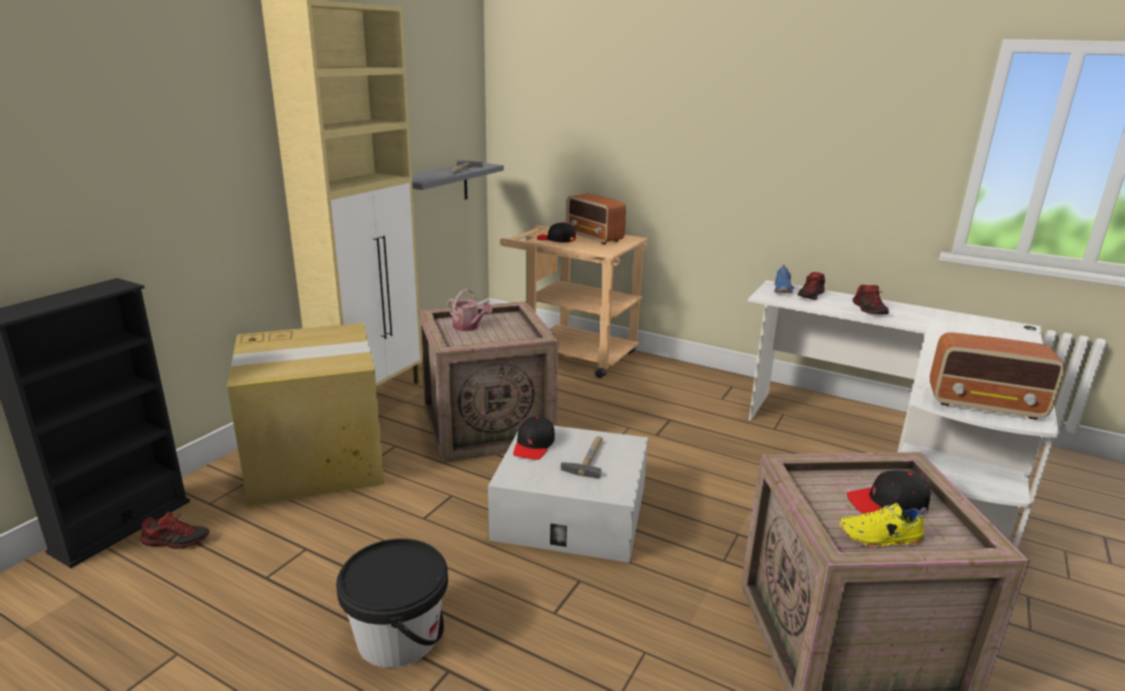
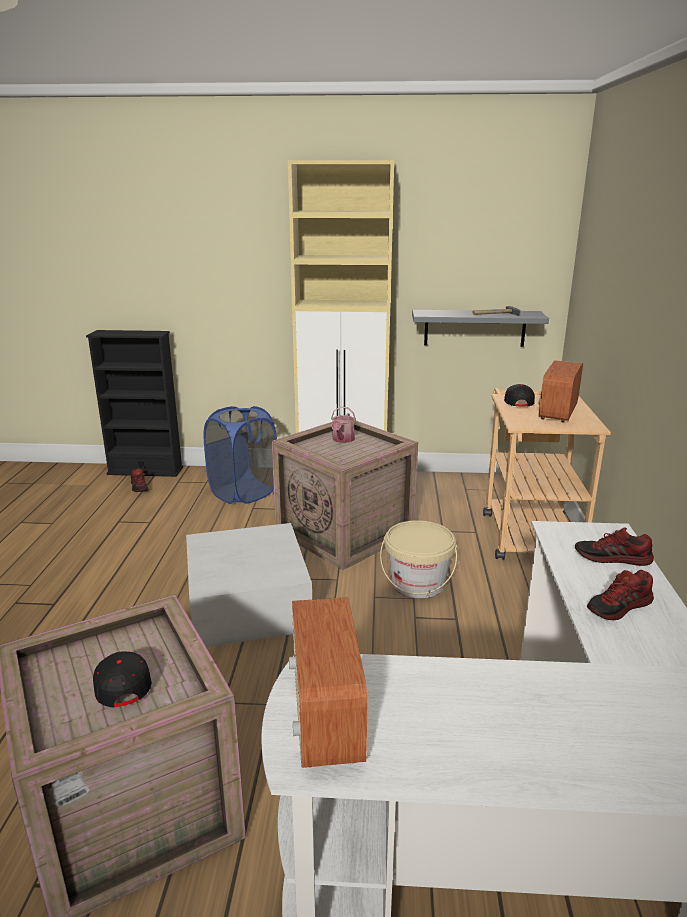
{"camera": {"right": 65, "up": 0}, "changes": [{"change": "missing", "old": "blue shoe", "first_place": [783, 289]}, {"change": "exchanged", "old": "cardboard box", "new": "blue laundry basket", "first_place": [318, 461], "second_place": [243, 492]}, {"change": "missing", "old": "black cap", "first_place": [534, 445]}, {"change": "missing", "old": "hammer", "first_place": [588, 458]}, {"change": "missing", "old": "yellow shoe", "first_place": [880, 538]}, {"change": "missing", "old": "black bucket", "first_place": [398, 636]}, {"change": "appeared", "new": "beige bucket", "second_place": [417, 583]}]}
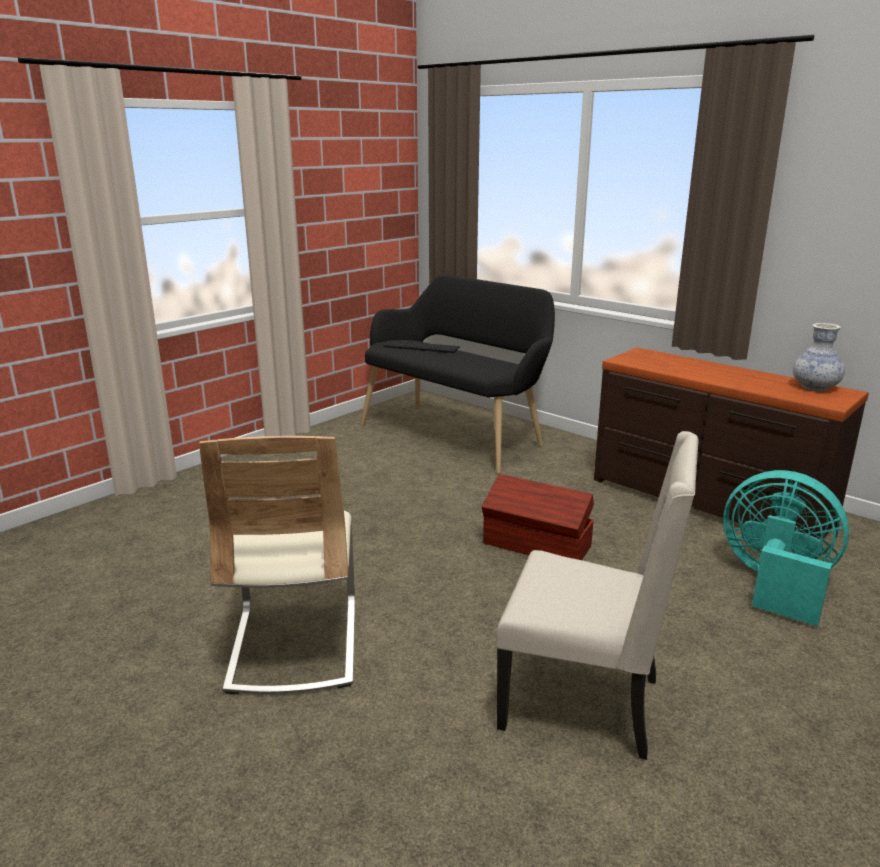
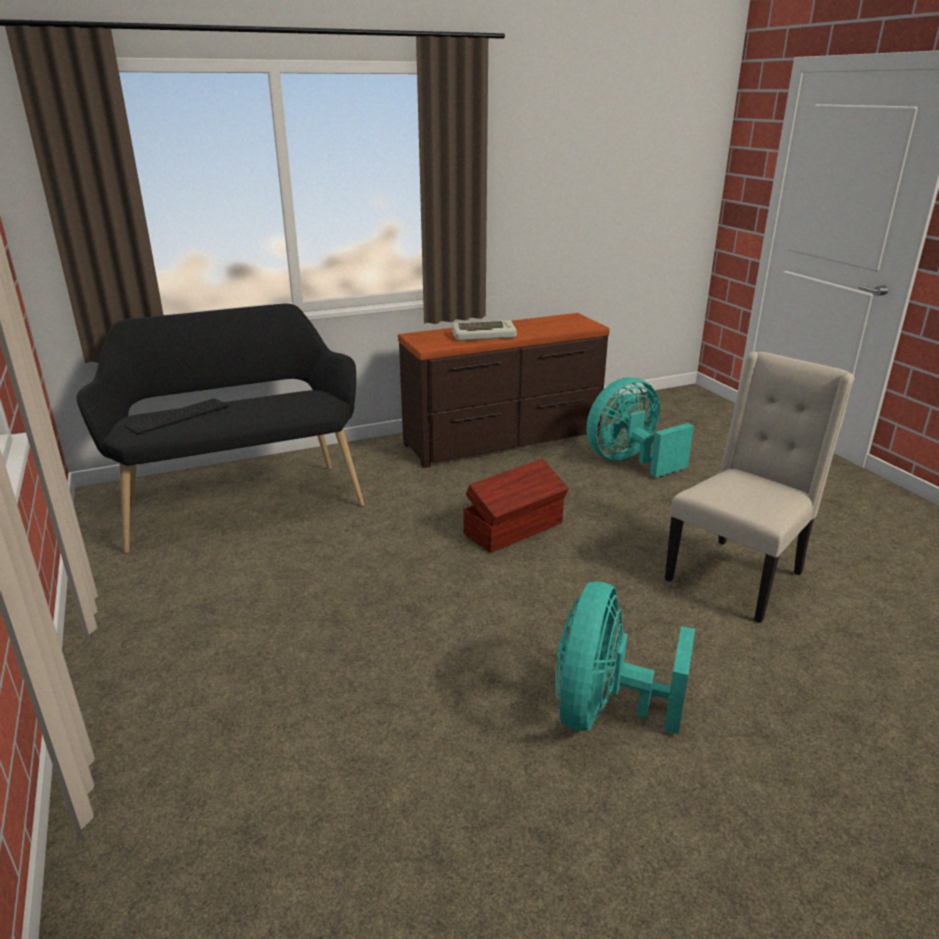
{"camera": {"right": -65, "up": 5}, "changes": [{"change": "missing", "old": "vase", "first_place": [815, 387]}, {"change": "exchanged", "old": "beige chair", "new": "turquoise fan", "first_place": [294, 645], "second_place": [604, 710]}, {"change": "appeared", "new": "keyboard", "second_place": [484, 336]}]}
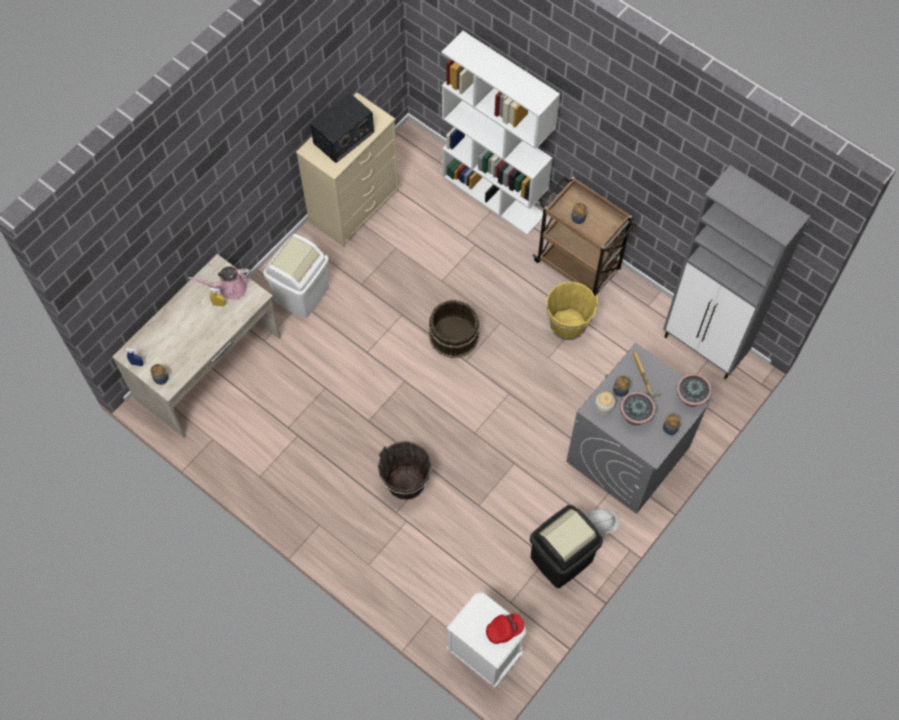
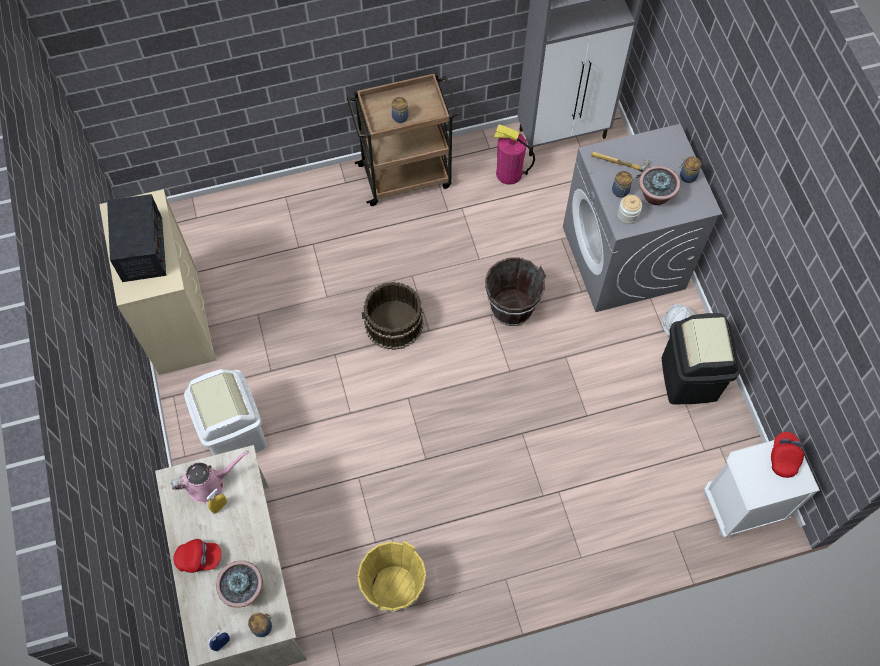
{"camera": {"right": -55, "up": 0}, "changes": [{"change": "missing", "old": "white bookcase", "first_place": [494, 195]}, {"change": "spun", "old": "pink watering can", "first_place": [230, 288], "second_place": [209, 483], "degrees": -135}, {"change": "relocated", "old": "yellow bucket", "first_place": [567, 325], "second_place": [394, 589]}, {"change": "relocated", "old": "potted plant", "first_place": [690, 398], "second_place": [243, 589]}, {"change": "relocated", "old": "brown bucket", "first_place": [406, 483], "second_place": [511, 308]}, {"change": "appeared", "new": "fire extinguisher", "second_place": [509, 173]}, {"change": "appeared", "new": "red cap", "second_place": [199, 558]}]}
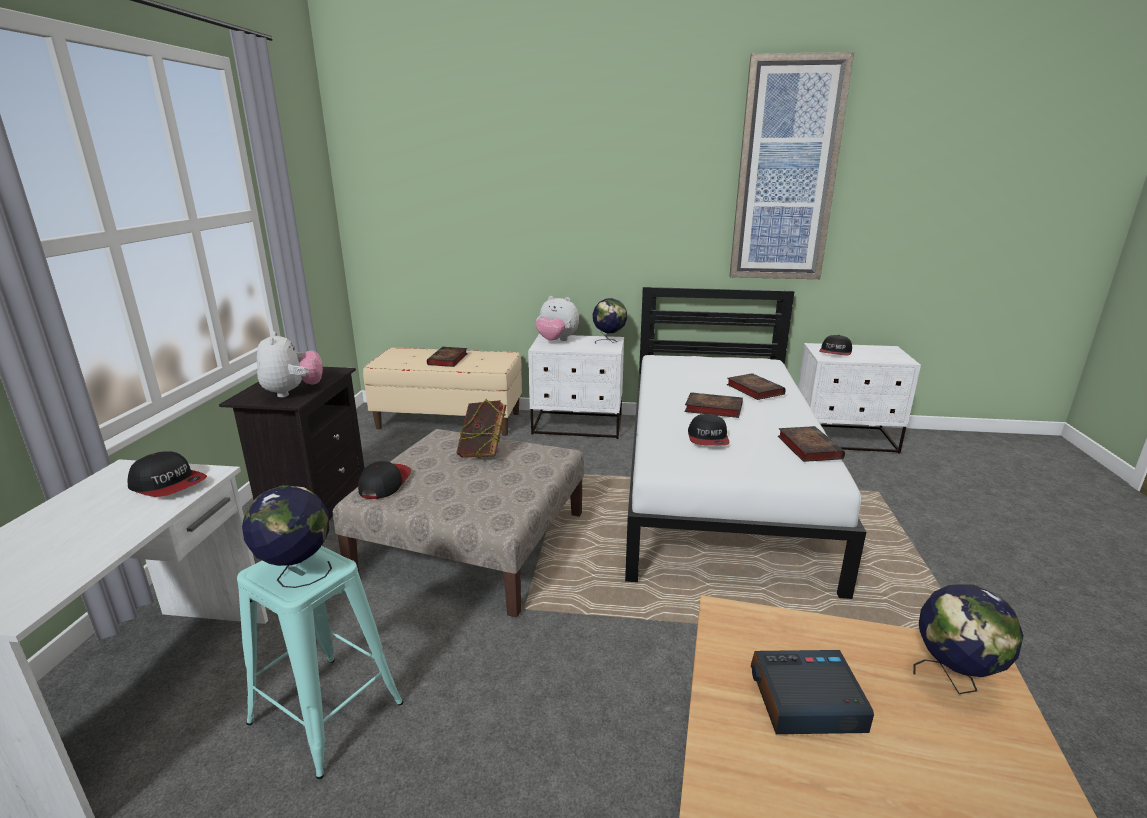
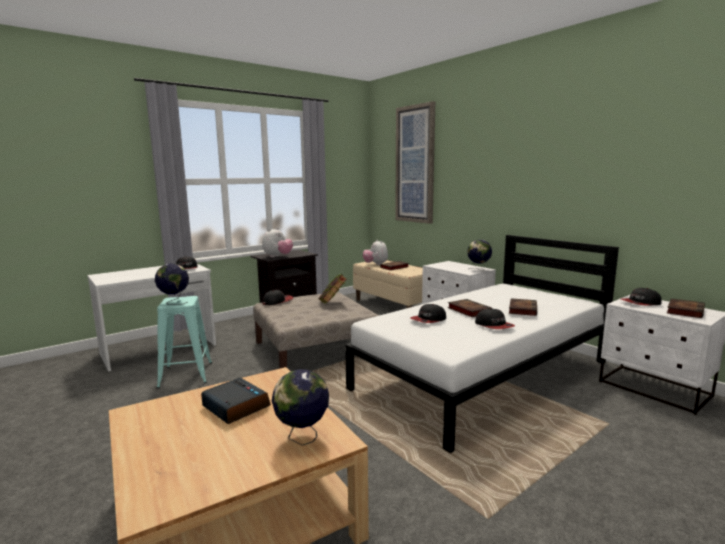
{"camera": {"right": 45, "up": -10}, "changes": [{"change": "relocated", "old": "picture", "first_place": [786, 172], "second_place": [415, 164]}, {"change": "relocated", "old": "plush toy", "first_place": [556, 341], "second_place": [375, 264]}, {"change": "relocated", "old": "book", "first_place": [807, 447], "second_place": [684, 311]}, {"change": "appeared", "new": "cap", "second_place": [494, 325]}]}
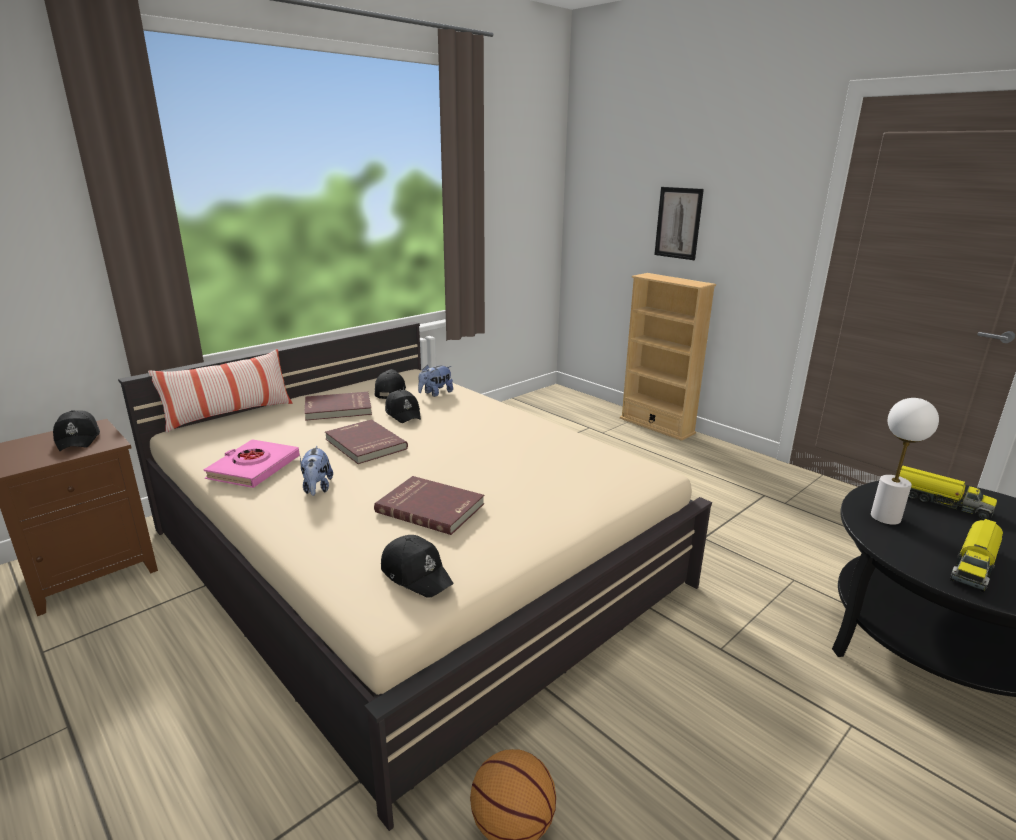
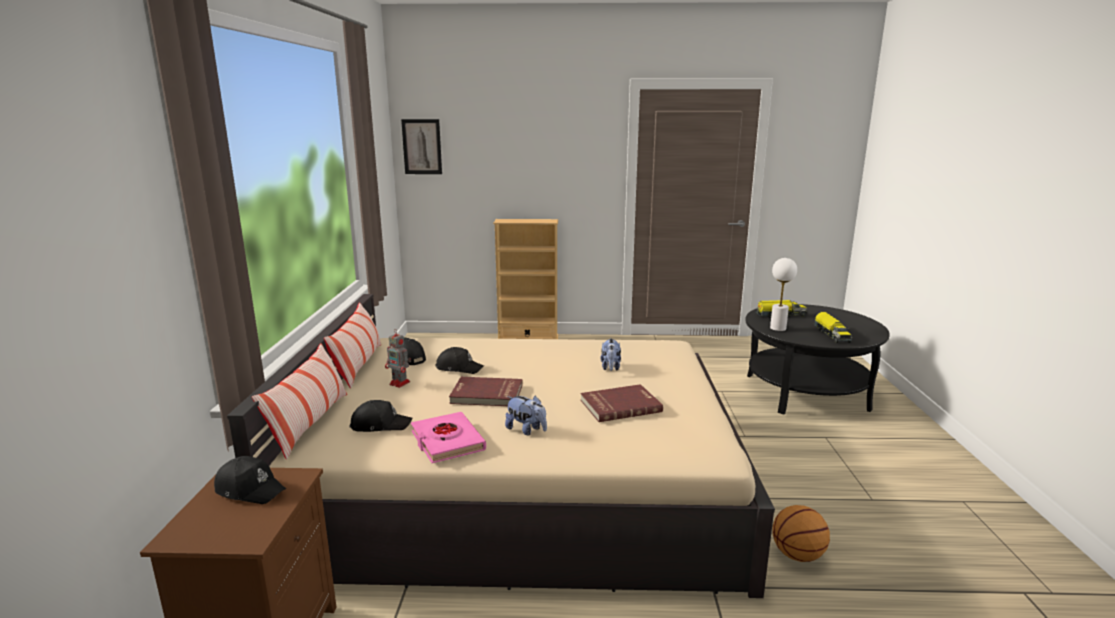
{"camera": {"right": -45, "up": -5}, "changes": [{"change": "relocated", "old": "picture", "first_place": [678, 223], "second_place": [422, 146]}, {"change": "relocated", "old": "plush toy", "first_place": [435, 393], "second_place": [610, 367]}, {"change": "exchanged", "old": "red book", "new": "toy robot", "first_place": [338, 409], "second_place": [400, 383]}, {"change": "relocated", "old": "black cap", "first_place": [416, 574], "second_place": [380, 425]}, {"change": "appeared", "new": "pillow", "second_place": [358, 365]}]}
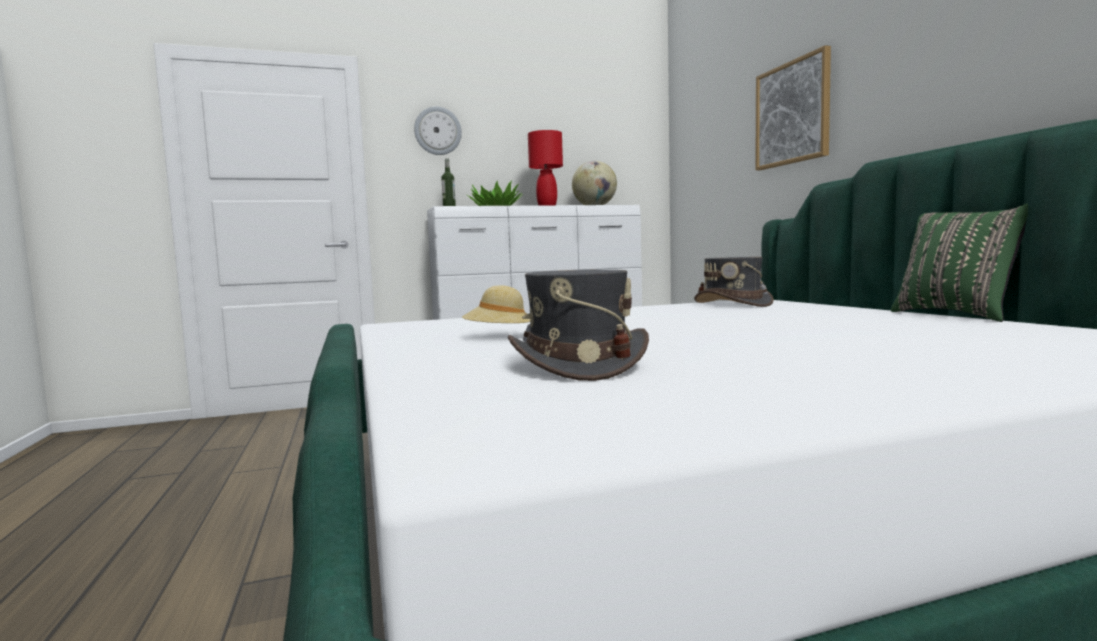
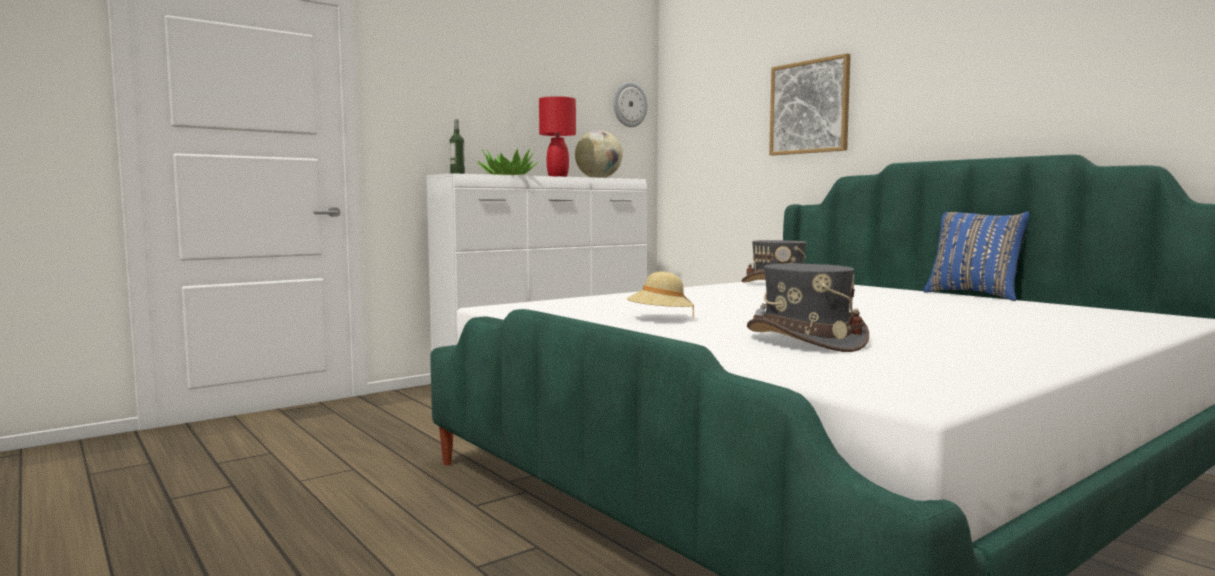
{"camera": {"right": -20, "up": 0}, "changes": [{"change": "relocated", "old": "wall clock", "first_place": [437, 131], "second_place": [629, 104]}, {"change": "colour", "old": "green pillow", "new": "blue pillow", "first_place": [956, 315], "second_place": [975, 295]}]}
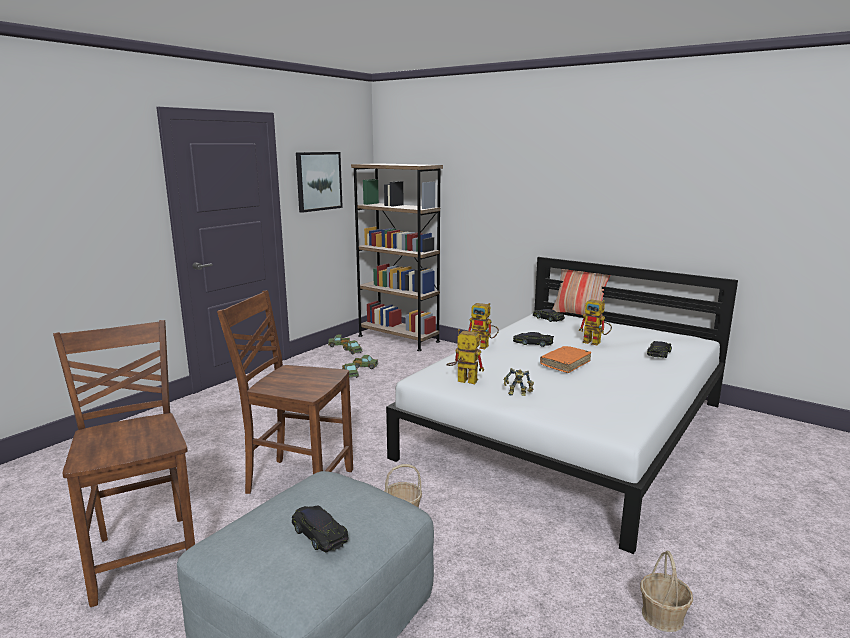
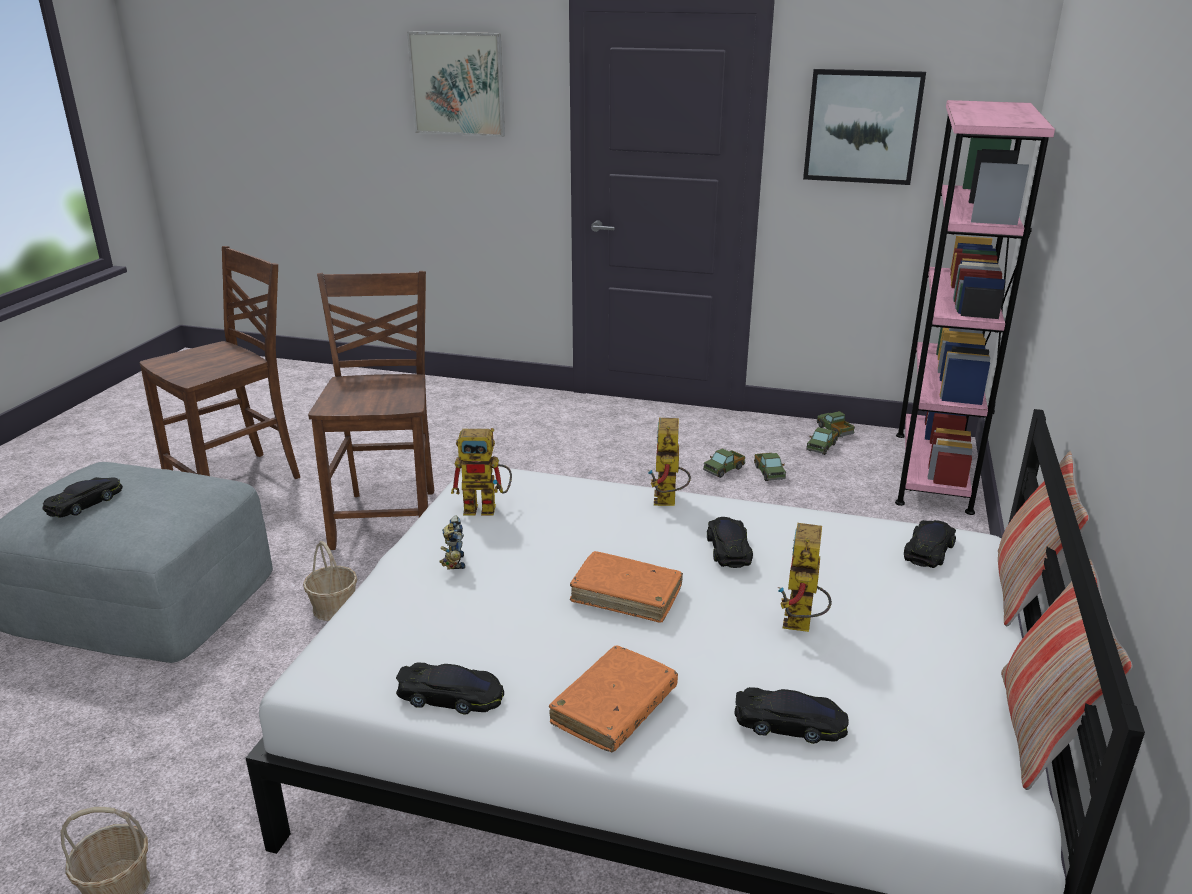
{"camera": {"right": 70, "up": 10}, "changes": [{"change": "colour", "old": "brown bookcase", "new": "pink bookcase", "first_place": [398, 338], "second_place": [932, 471]}, {"change": "spun", "old": "toy robot", "first_place": [462, 381], "second_place": [487, 508], "degrees": 90}, {"change": "appeared", "new": "picture", "second_place": [457, 84]}, {"change": "appeared", "new": "pillow", "second_place": [1039, 732]}, {"change": "appeared", "new": "orange book", "second_place": [614, 708]}, {"change": "appeared", "new": "black toy car", "second_place": [451, 696]}]}
